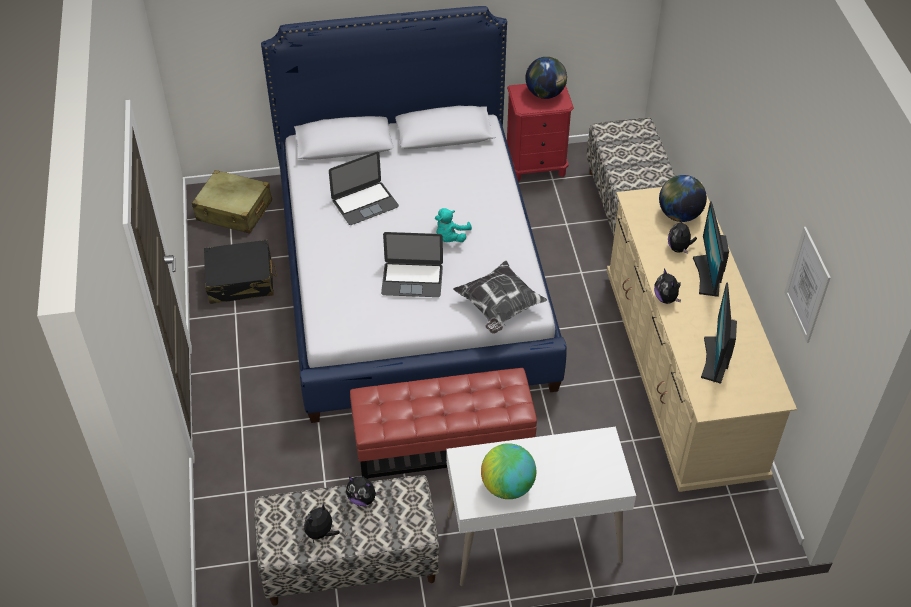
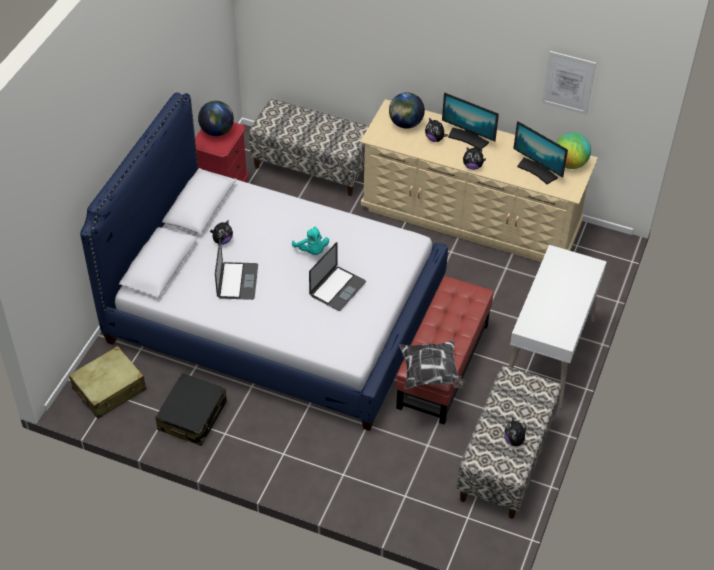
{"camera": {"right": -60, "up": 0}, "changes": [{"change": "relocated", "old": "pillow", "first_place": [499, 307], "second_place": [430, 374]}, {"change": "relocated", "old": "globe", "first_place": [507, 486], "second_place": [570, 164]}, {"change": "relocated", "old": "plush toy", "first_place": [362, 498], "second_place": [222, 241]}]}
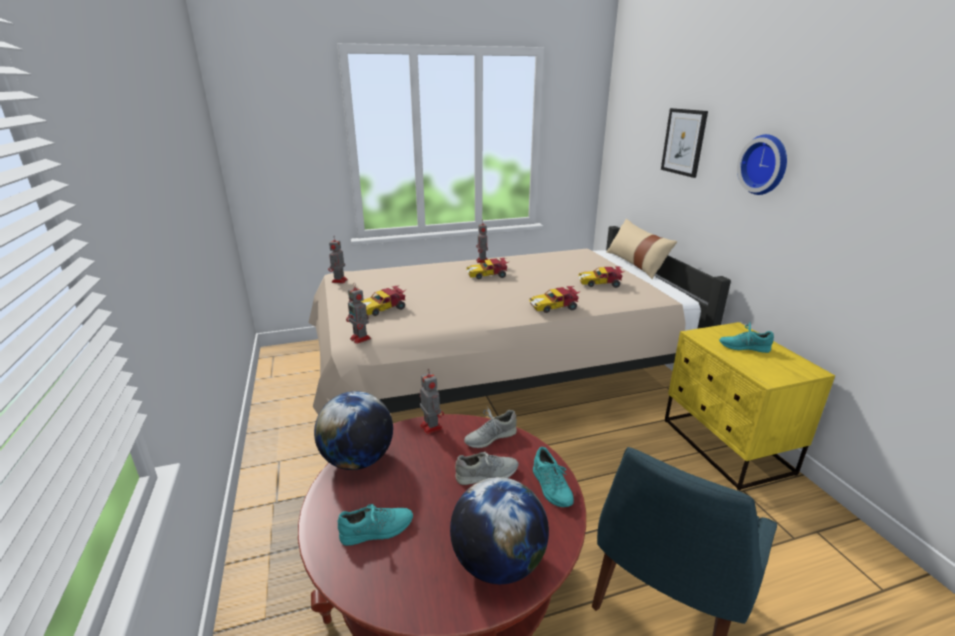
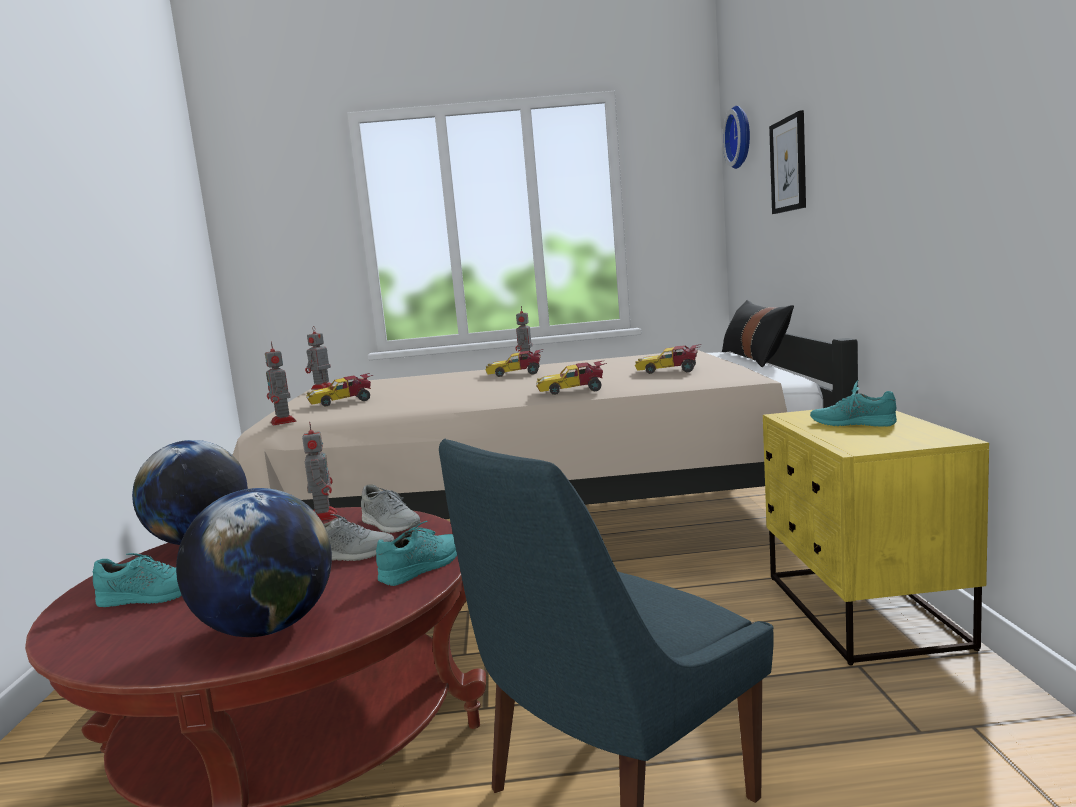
{"camera": {"right": 15, "up": -15}, "changes": [{"change": "relocated", "old": "wall clock", "first_place": [765, 164], "second_place": [741, 137]}, {"change": "colour", "old": "beige pillow", "new": "black pillow", "first_place": [636, 264], "second_place": [755, 357]}, {"change": "spun", "old": "grey shoe", "first_place": [490, 437], "second_place": [390, 524], "degrees": -120}, {"change": "spun", "old": "turquoise shoe", "first_place": [551, 487], "second_place": [423, 566], "degrees": -135}]}
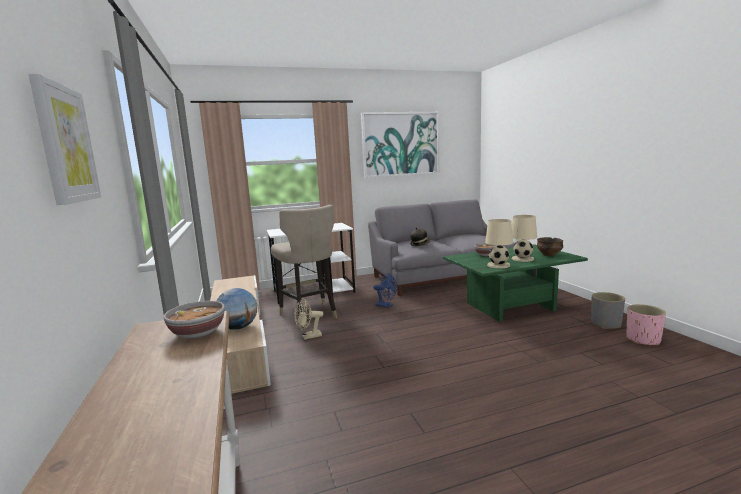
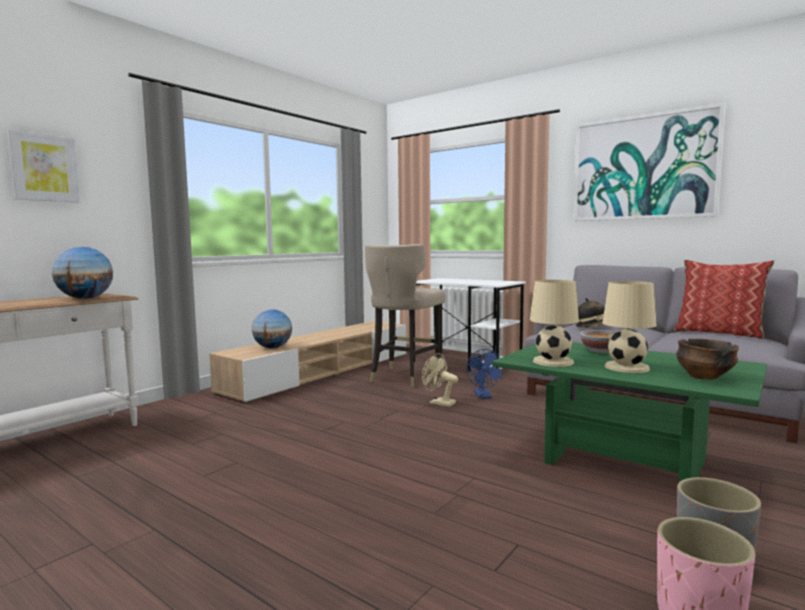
{"camera": {"right": 55, "up": -5}, "changes": [{"change": "relocated", "old": "beige fan", "first_place": [308, 337], "second_place": [438, 403]}, {"change": "exchanged", "old": "bowl", "new": "globe", "first_place": [198, 333], "second_place": [85, 298]}, {"change": "appeared", "new": "pillow", "second_place": [719, 333]}]}
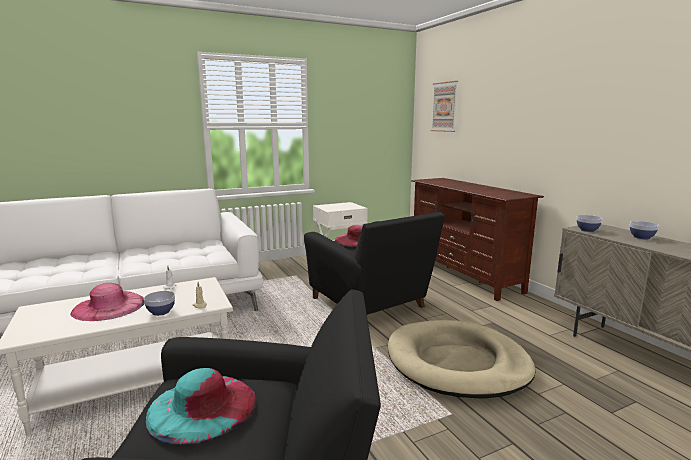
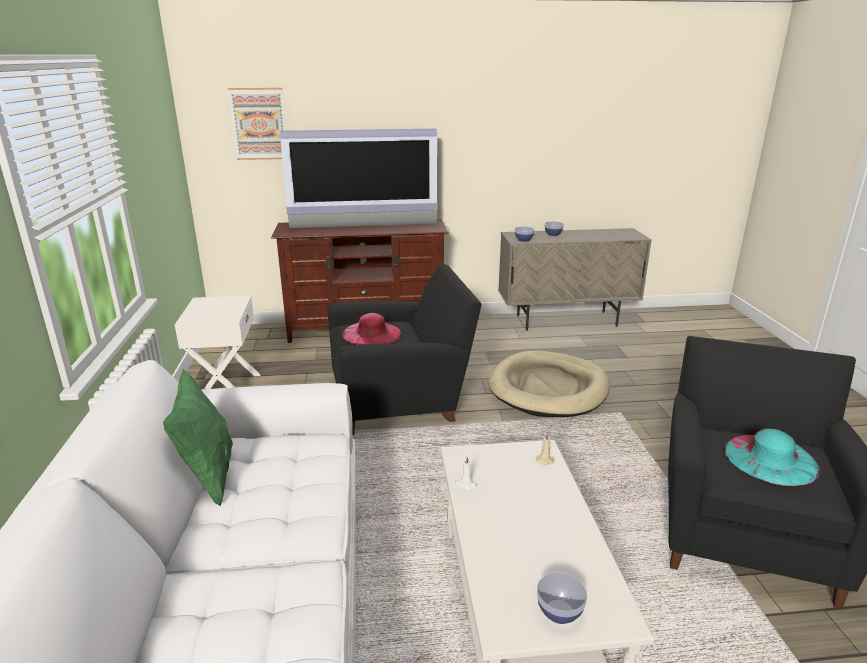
{"camera": {"right": -70, "up": 10}, "changes": [{"change": "missing", "old": "pink hat", "first_place": [109, 306]}, {"change": "relocated", "old": "bowl", "first_place": [161, 312], "second_place": [559, 612]}, {"change": "appeared", "new": "television", "second_place": [364, 226]}, {"change": "appeared", "new": "green pillow", "second_place": [209, 475]}]}
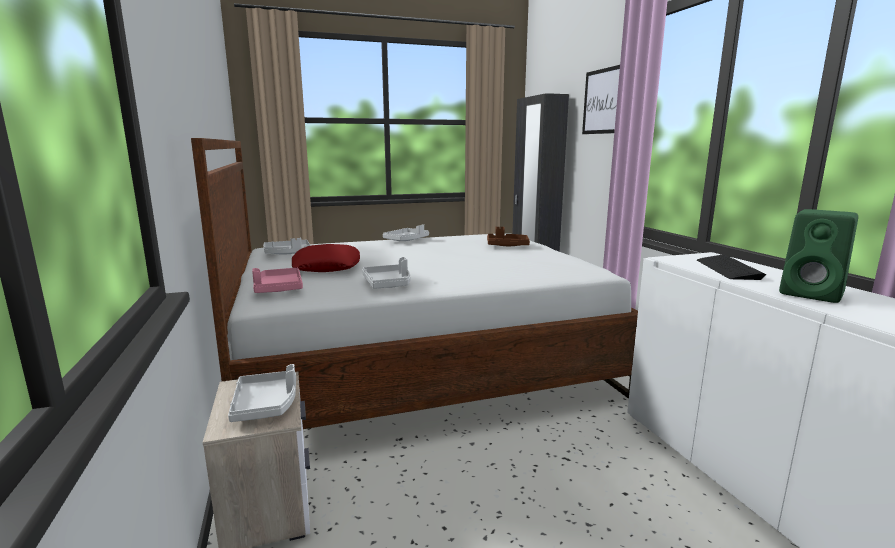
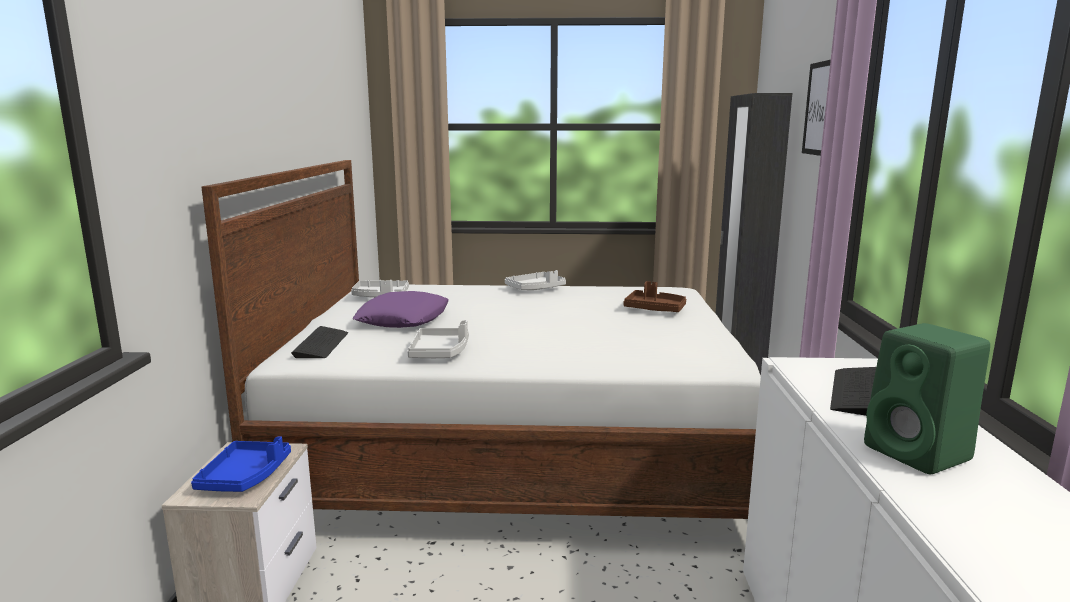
{"camera": {"right": 20, "up": 0}, "changes": [{"change": "colour", "old": "red pillow", "new": "purple pillow", "first_place": [327, 266], "second_place": [403, 319]}, {"change": "exchanged", "old": "pink tray", "new": "keyboard", "first_place": [278, 289], "second_place": [321, 344]}, {"change": "colour", "old": "grey tray", "new": "blue tray", "first_place": [266, 405], "second_place": [245, 477]}]}
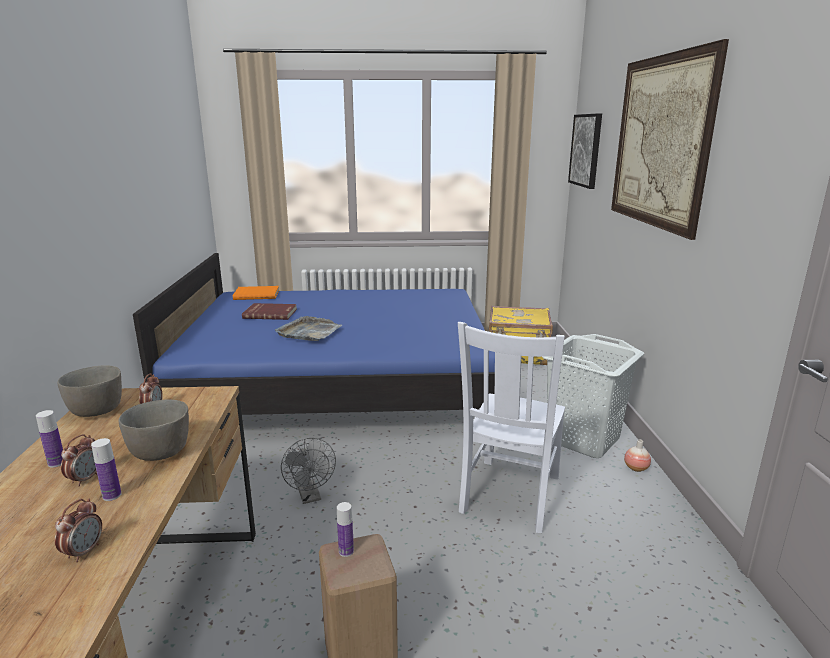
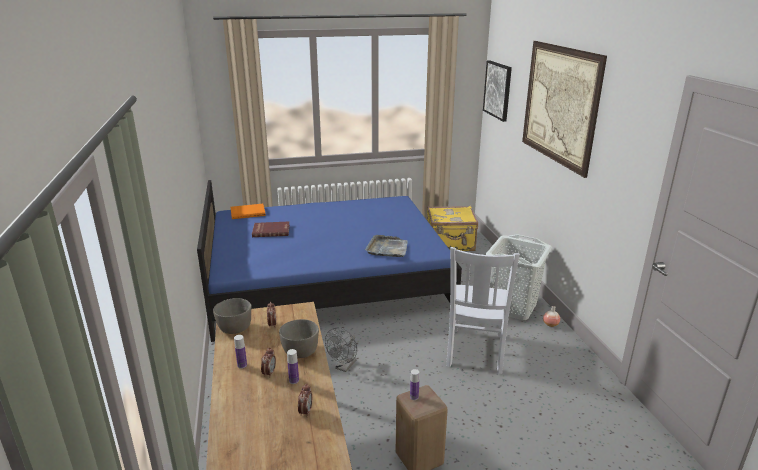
{"camera": {"right": -10, "up": 5}, "changes": [{"change": "relocated", "old": "grey tray", "first_place": [309, 332], "second_place": [387, 248]}, {"change": "spun", "old": "grey fan", "first_place": [310, 496], "second_place": [344, 367], "degrees": 60}]}
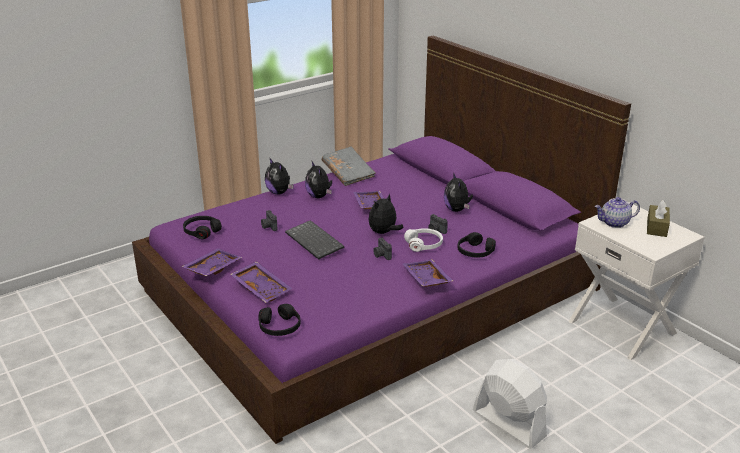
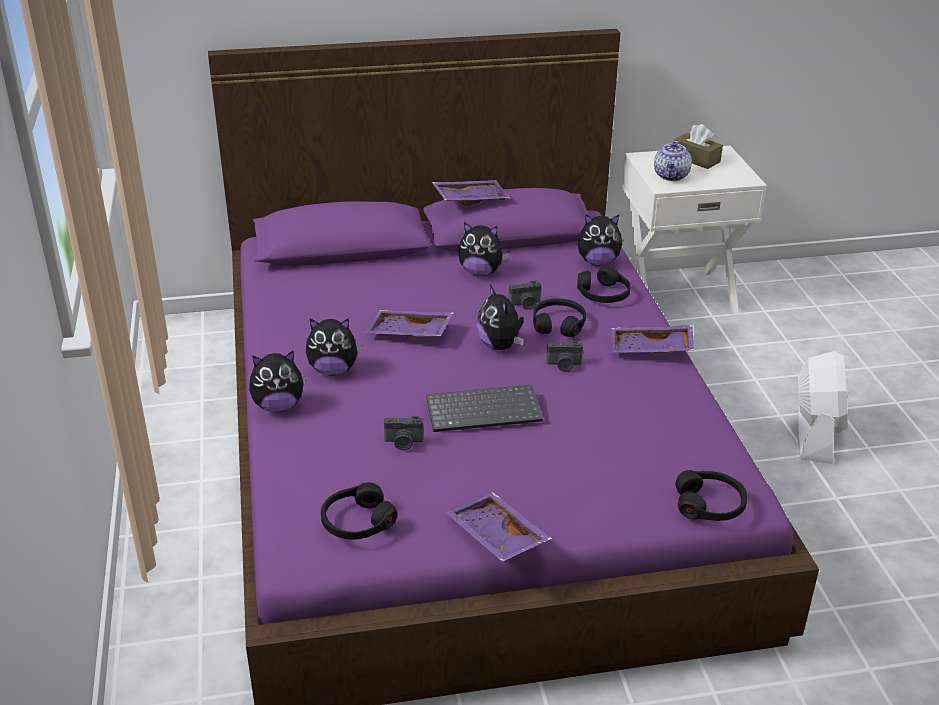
{"camera": {"right": -65, "up": 5}, "changes": [{"change": "missing", "old": "grey book", "first_place": [348, 174]}, {"change": "colour", "old": "white headphones", "new": "black headphones", "first_place": [424, 244], "second_place": [558, 324]}, {"change": "relocated", "old": "purple tray", "first_place": [262, 288], "second_place": [470, 199]}, {"change": "spun", "old": "white fan", "first_place": [508, 423], "second_place": [815, 434], "degrees": 120}, {"change": "appeared", "new": "plush toy", "second_place": [598, 262]}]}
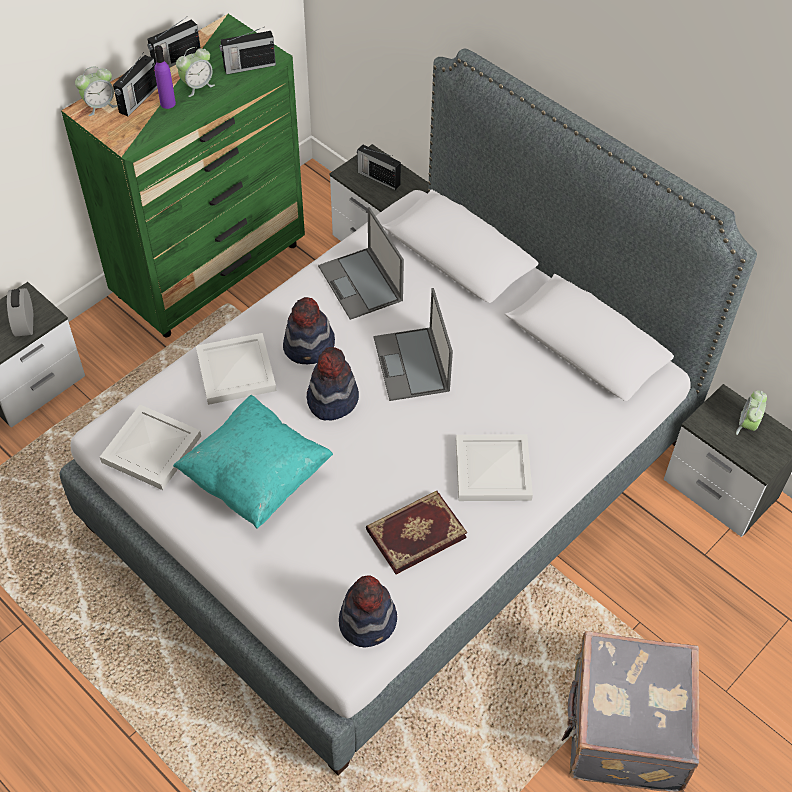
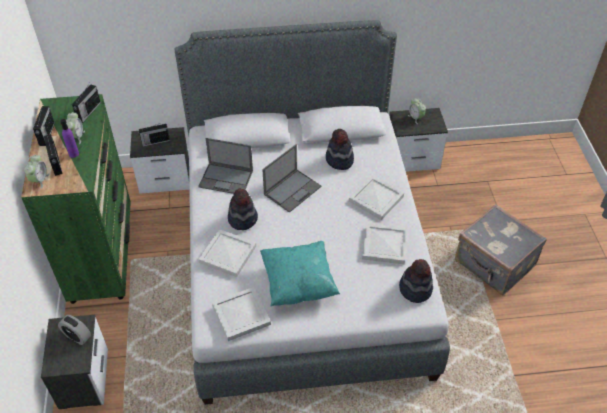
{"camera": {"right": -50, "up": -5}, "changes": [{"change": "spun", "old": "laptop", "first_place": [412, 365], "second_place": [293, 190], "degrees": -75}, {"change": "relocated", "old": "hat", "first_place": [332, 399], "second_place": [339, 160]}, {"change": "exchanged", "old": "book", "new": "white tray", "first_place": [415, 532], "second_place": [384, 244]}]}
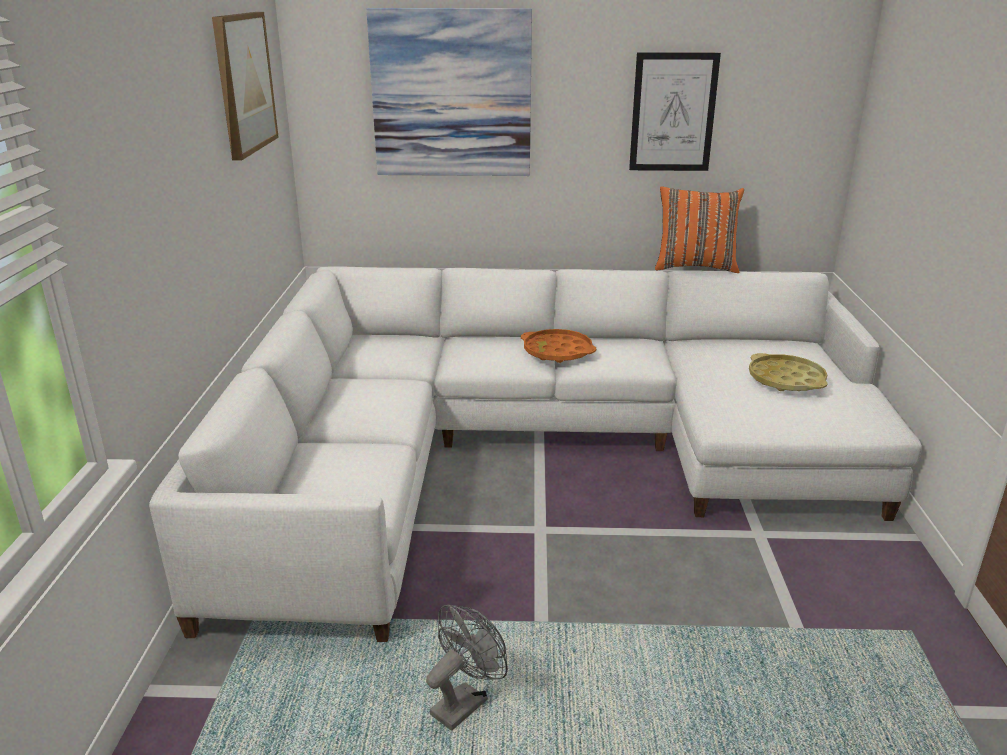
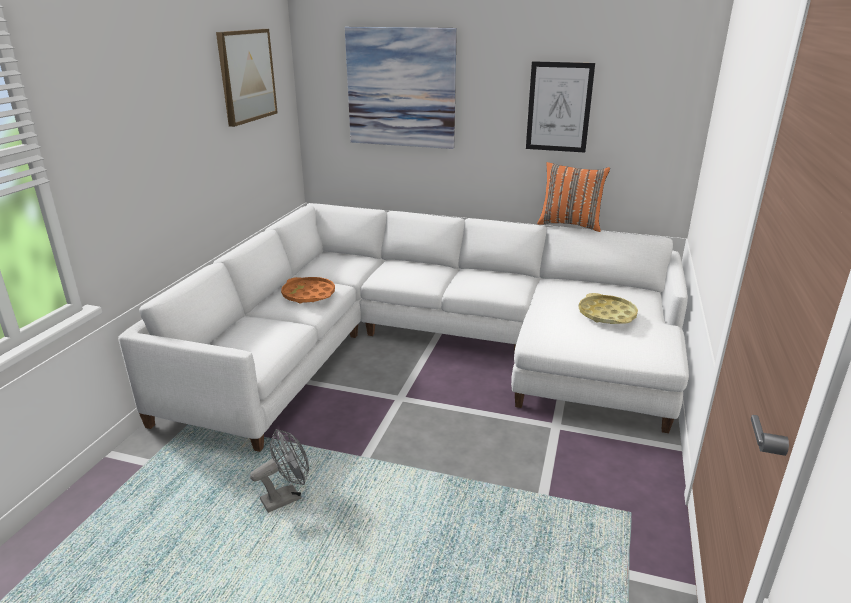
{"camera": {"right": 15, "up": 0}, "changes": [{"change": "relocated", "old": "orange tray", "first_place": [557, 351], "second_place": [308, 295]}]}
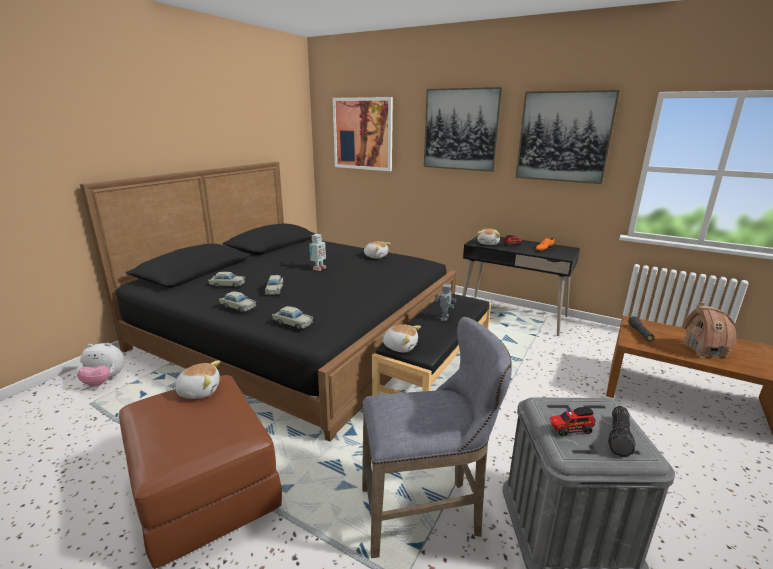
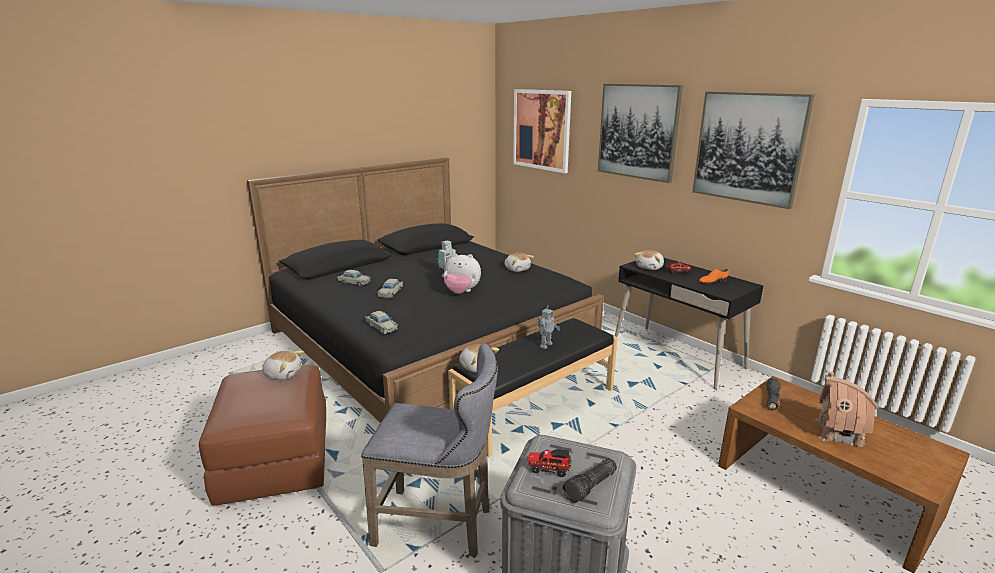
{"camera": {"right": 20, "up": 0}, "changes": [{"change": "missing", "old": "beige toy car", "first_place": [238, 307]}, {"change": "relocated", "old": "plush toy", "first_place": [104, 381], "second_place": [461, 292]}]}
